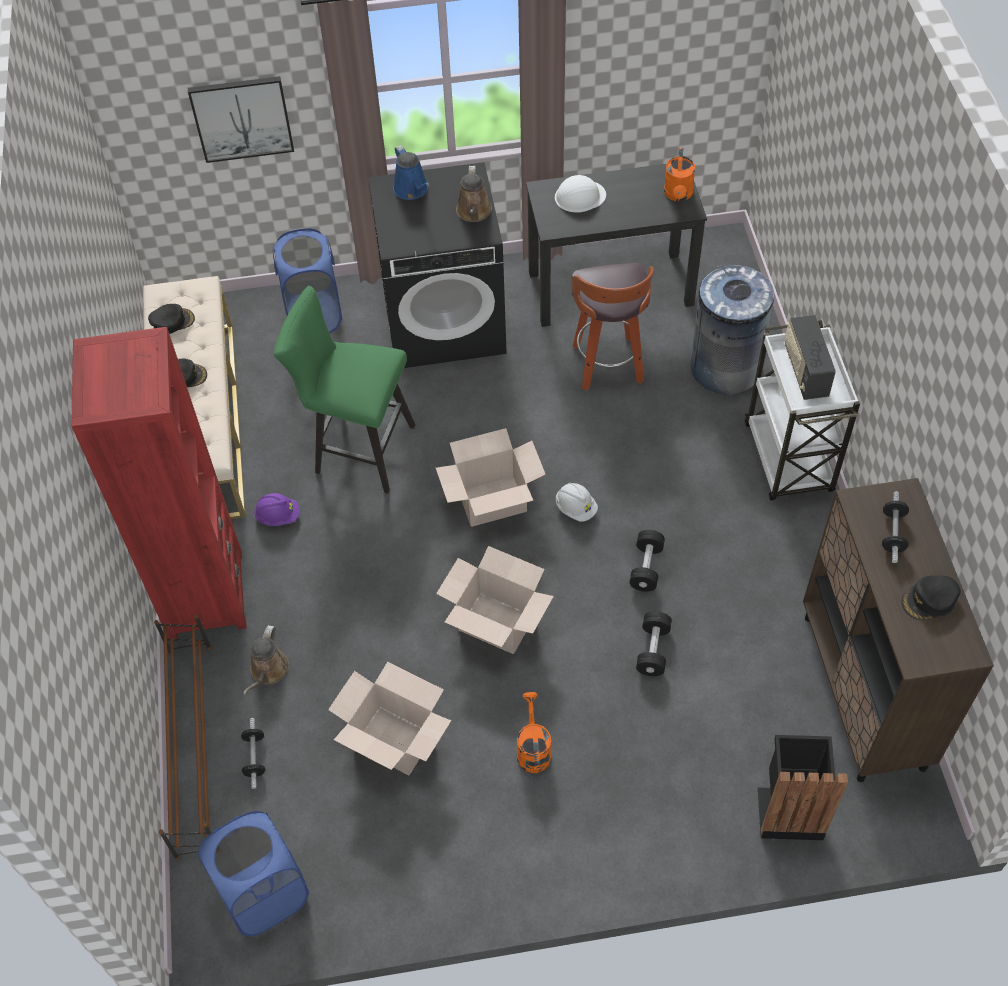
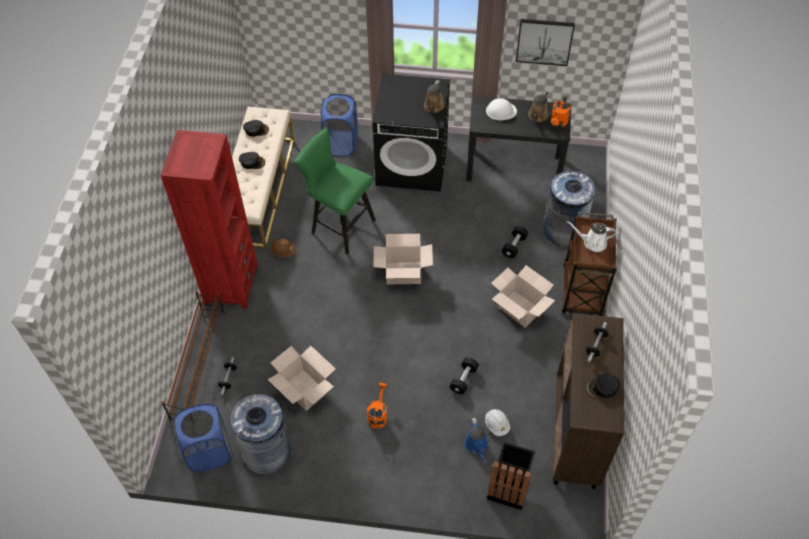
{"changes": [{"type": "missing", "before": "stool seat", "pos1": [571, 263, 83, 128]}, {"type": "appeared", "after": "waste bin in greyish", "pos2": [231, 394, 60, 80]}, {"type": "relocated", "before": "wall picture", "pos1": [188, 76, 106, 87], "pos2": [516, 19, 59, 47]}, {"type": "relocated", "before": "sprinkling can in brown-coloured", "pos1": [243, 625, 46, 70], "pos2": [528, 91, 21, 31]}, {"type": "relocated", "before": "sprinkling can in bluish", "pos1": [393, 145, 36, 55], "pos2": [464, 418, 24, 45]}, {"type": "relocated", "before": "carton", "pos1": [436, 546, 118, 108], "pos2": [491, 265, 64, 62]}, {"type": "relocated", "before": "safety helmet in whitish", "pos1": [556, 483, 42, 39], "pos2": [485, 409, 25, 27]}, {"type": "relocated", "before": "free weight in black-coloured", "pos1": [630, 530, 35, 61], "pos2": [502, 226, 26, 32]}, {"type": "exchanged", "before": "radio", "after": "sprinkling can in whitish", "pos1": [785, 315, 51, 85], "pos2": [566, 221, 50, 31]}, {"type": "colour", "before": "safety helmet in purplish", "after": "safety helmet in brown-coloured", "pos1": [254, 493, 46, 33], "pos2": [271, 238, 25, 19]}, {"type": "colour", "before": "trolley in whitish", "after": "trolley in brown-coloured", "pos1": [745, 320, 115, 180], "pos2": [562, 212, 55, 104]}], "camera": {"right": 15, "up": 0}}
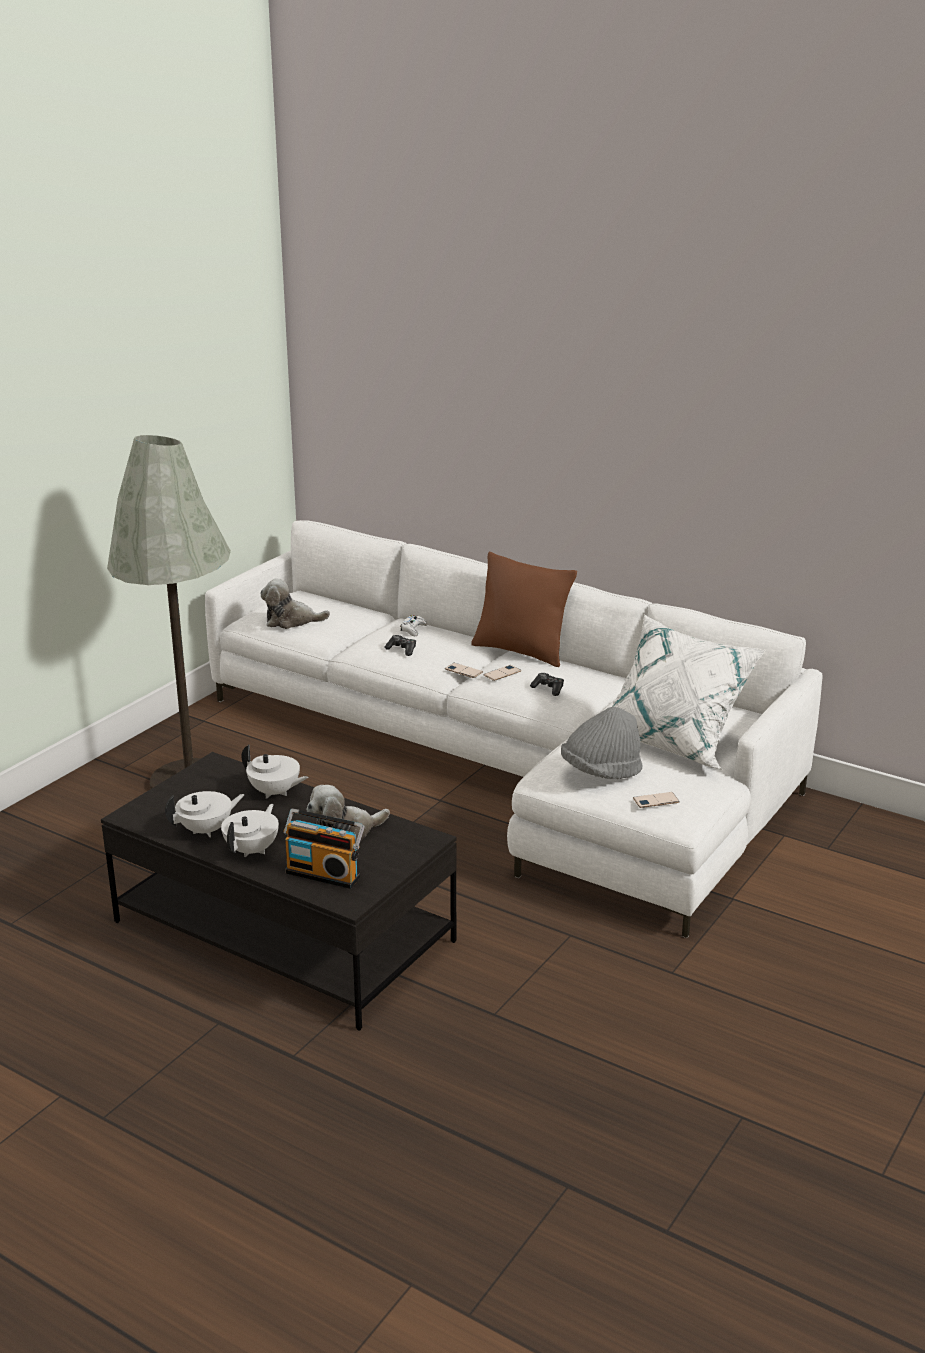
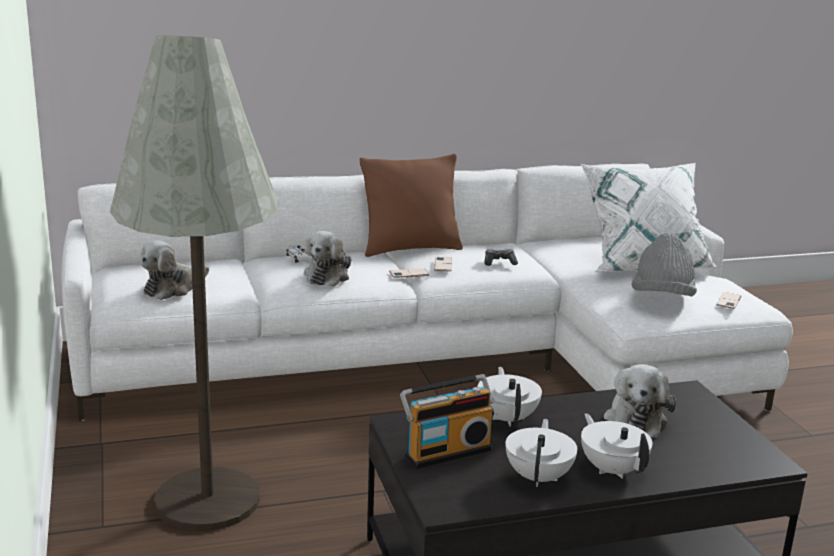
{"changes": [{"type": "relocated", "before": "radio", "pos1": [283, 809, 82, 80], "pos2": [400, 374, 94, 95]}, {"type": "exchanged", "before": "joypad", "after": "cuddly toy", "pos1": [385, 635, 31, 21], "pos2": [304, 231, 48, 56]}, {"type": "spun", "before": "tea pot in whitish", "pos1": [242, 745, 66, 54], "pos2": [477, 367, 65, 59], "turn": -75}], "camera": {"right": -50, "up": -5}}
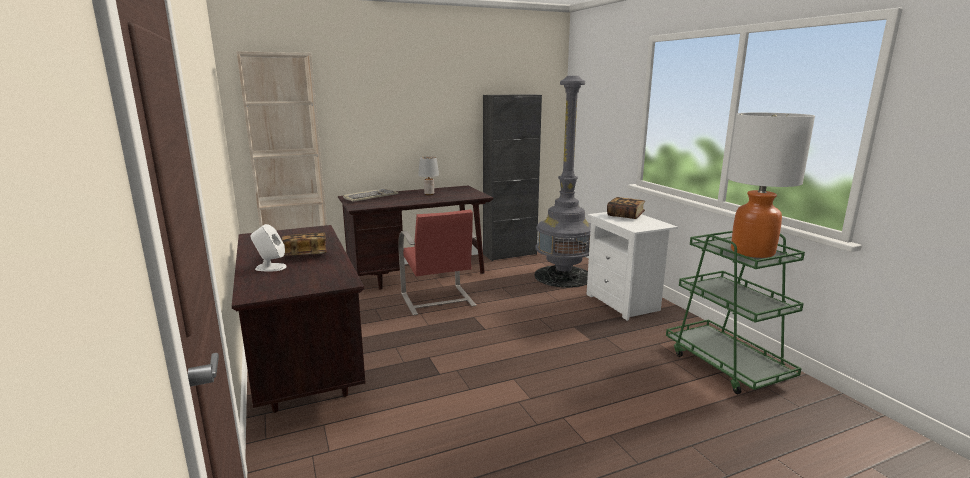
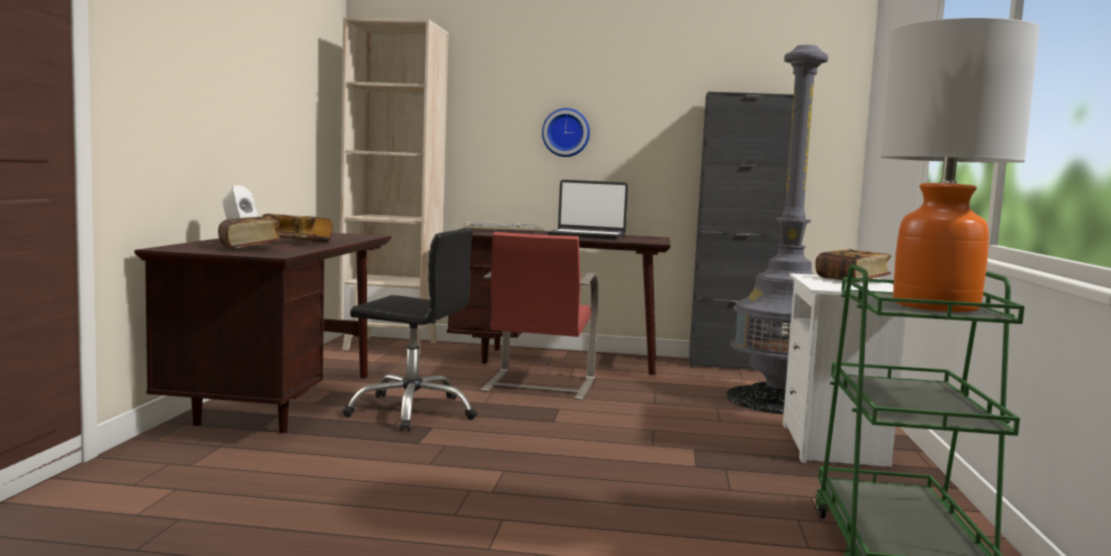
{"changes": [{"type": "appeared", "after": "bound book", "pos2": [218, 216, 64, 33]}, {"type": "appeared", "after": "desk chair in black-coloured", "pos2": [342, 229, 135, 202]}, {"type": "appeared", "after": "wall clock", "pos2": [542, 108, 48, 49]}, {"type": "exchanged", "before": "lamp for a table in greyish", "after": "portable computer", "pos1": [418, 156, 21, 39], "pos2": [547, 180, 81, 60]}], "camera": {"right": 30, "up": -10}}
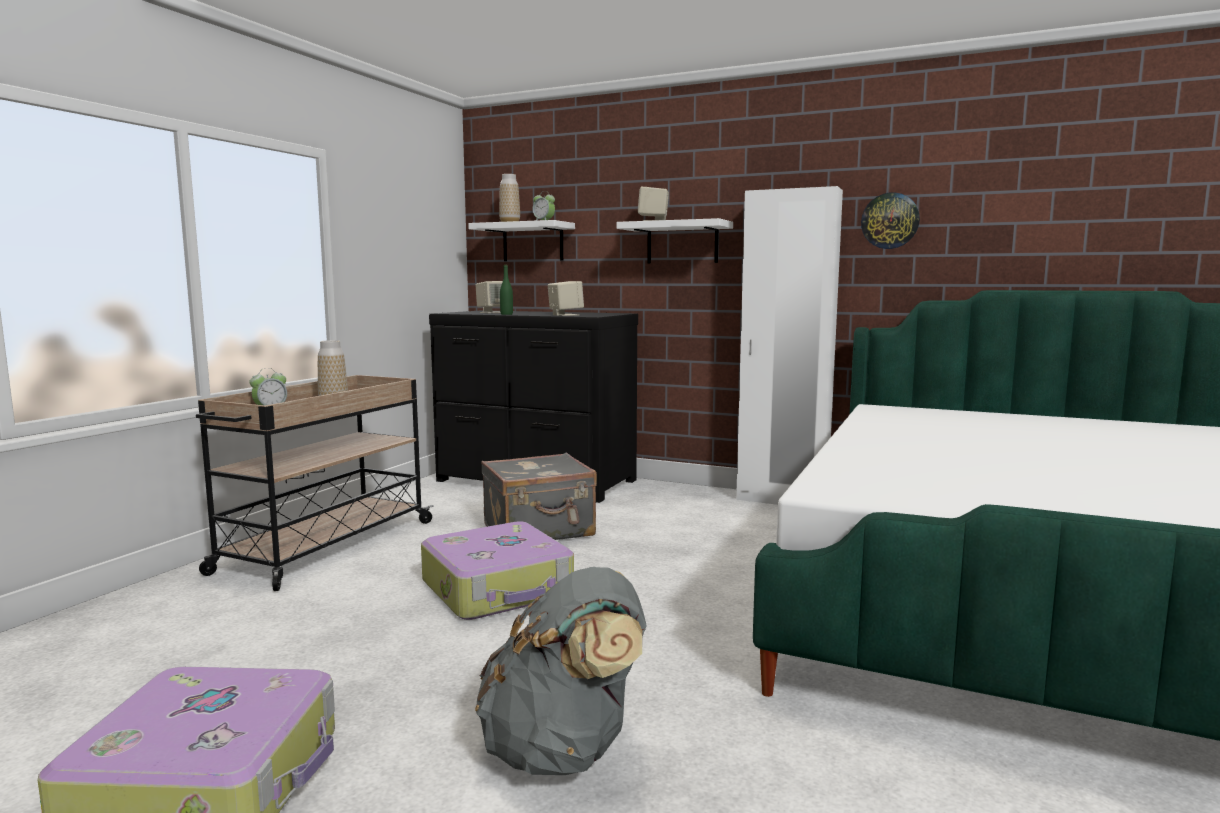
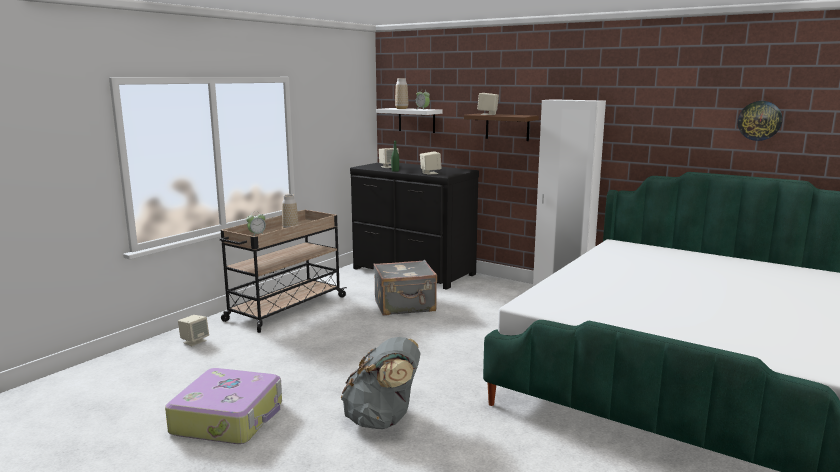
{"changes": [{"type": "missing", "before": "suitcase", "pos1": [421, 521, 153, 99]}, {"type": "appeared", "after": "audio speaker in beige", "pos2": [178, 315, 31, 31]}, {"type": "relocated", "before": "wall clock", "pos1": [861, 192, 59, 57], "pos2": [738, 101, 44, 40]}, {"type": "colour", "before": "bracket shelf in whitish", "after": "bracket shelf in brown-coloured", "pos1": [617, 218, 116, 46], "pos2": [464, 113, 75, 28]}], "camera": {"right": 10, "up": 5}}
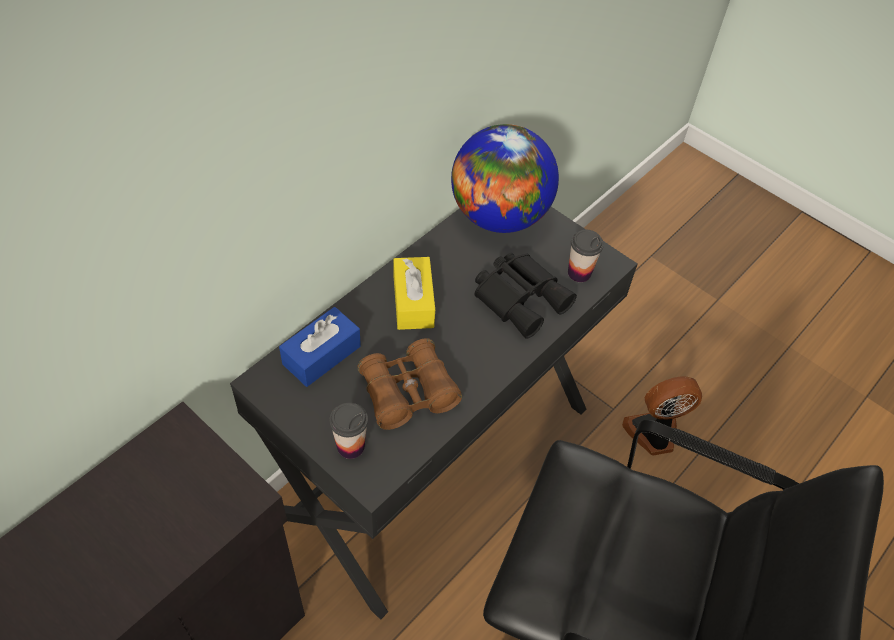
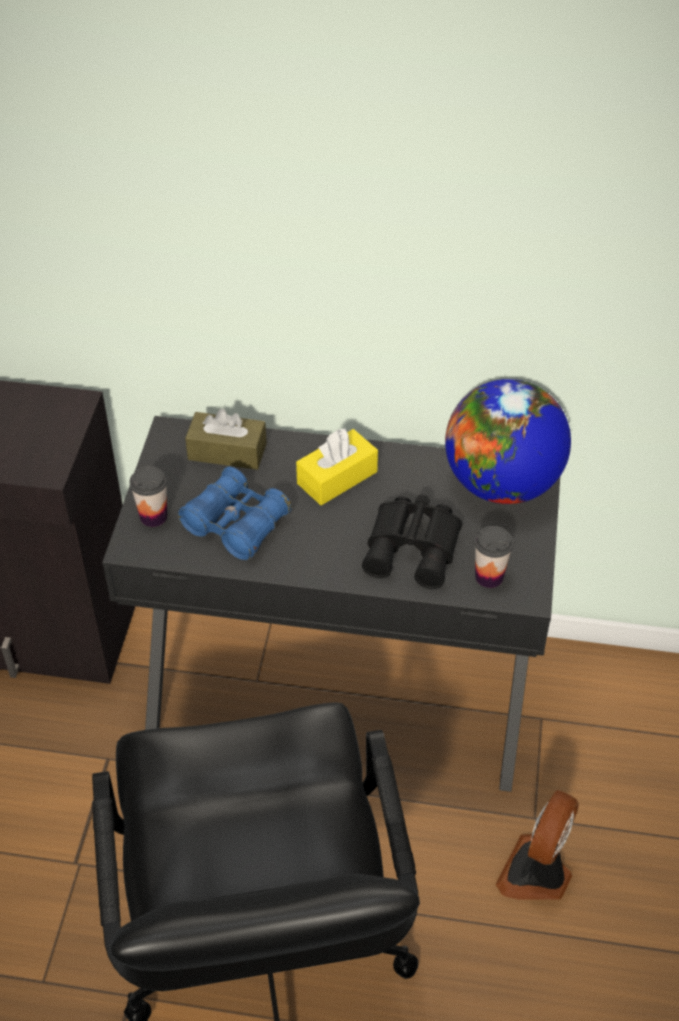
{"changes": [{"type": "colour", "before": "box of tissues in bluish", "after": "box of tissues in brown-coloured", "pos1": [279, 307, 82, 80], "pos2": [185, 409, 82, 61]}, {"type": "colour", "before": "pair of binoculars in brown-coloured", "after": "pair of binoculars in bluish", "pos1": [357, 338, 105, 92], "pos2": [178, 467, 114, 93]}, {"type": "spun", "before": "fan", "pos1": [622, 377, 80, 78], "pos2": [495, 790, 84, 110], "turn": -105}], "camera": {"right": 60, "up": -5}}
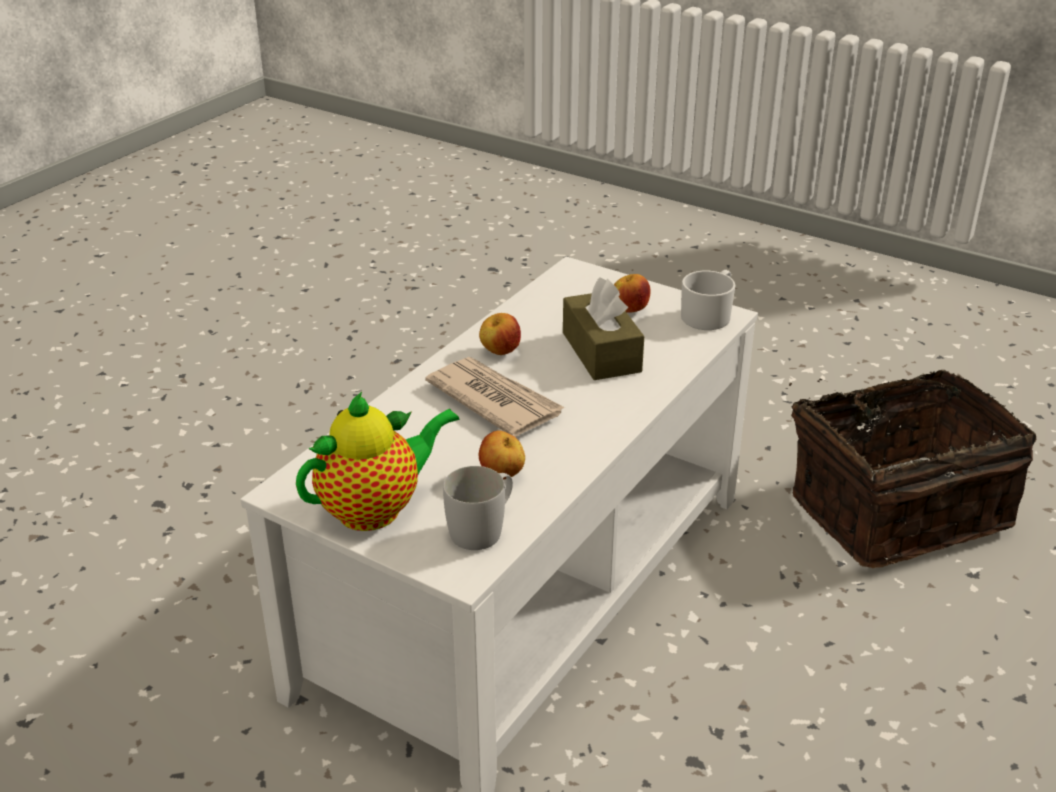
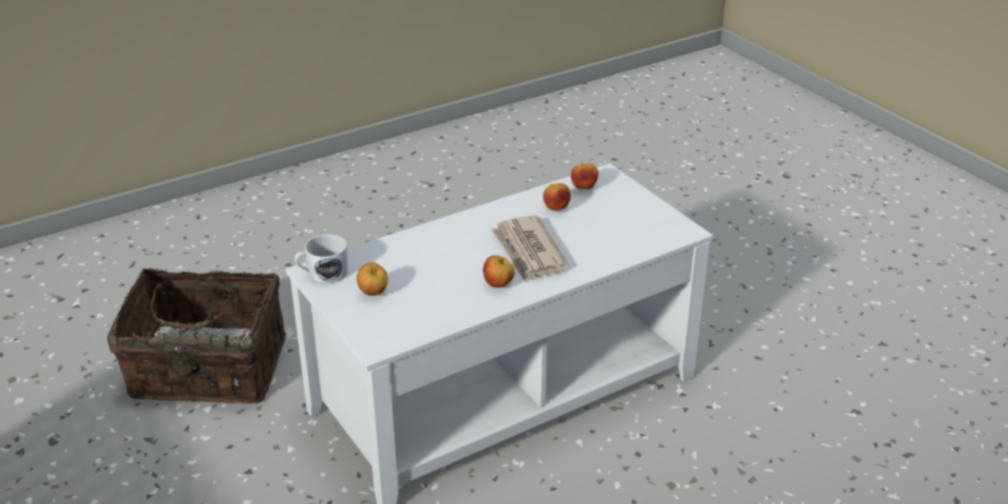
{"changes": [{"type": "missing", "before": "tea pot", "pos1": [296, 392, 163, 139]}, {"type": "missing", "before": "box of tissues in brown-coloured", "pos1": [563, 278, 81, 102]}, {"type": "exchanged", "before": "tea mug in whitish", "after": "whole apple", "pos1": [443, 466, 70, 84], "pos2": [571, 163, 28, 26]}], "camera": {"right": -155, "up": 0}}
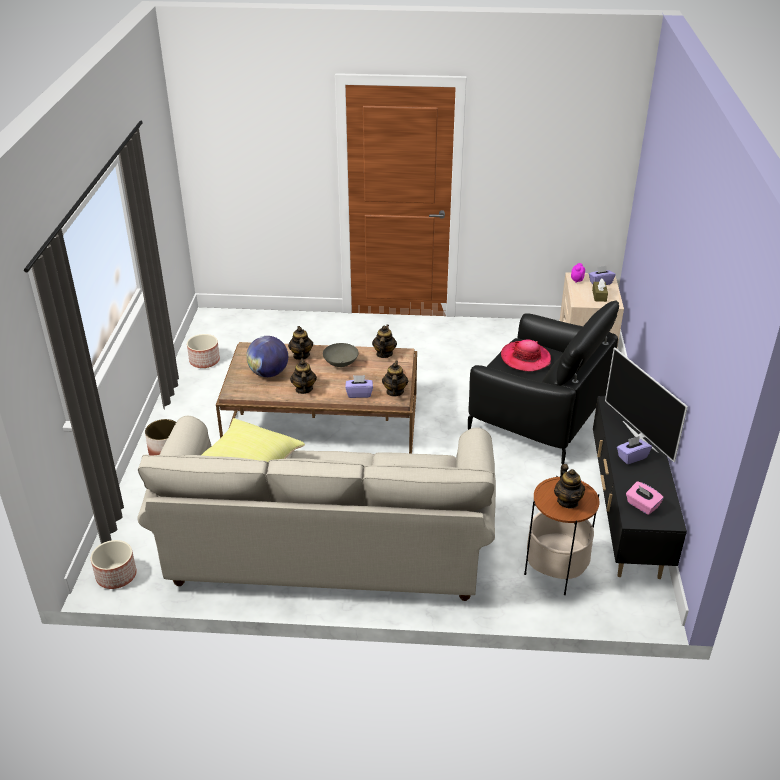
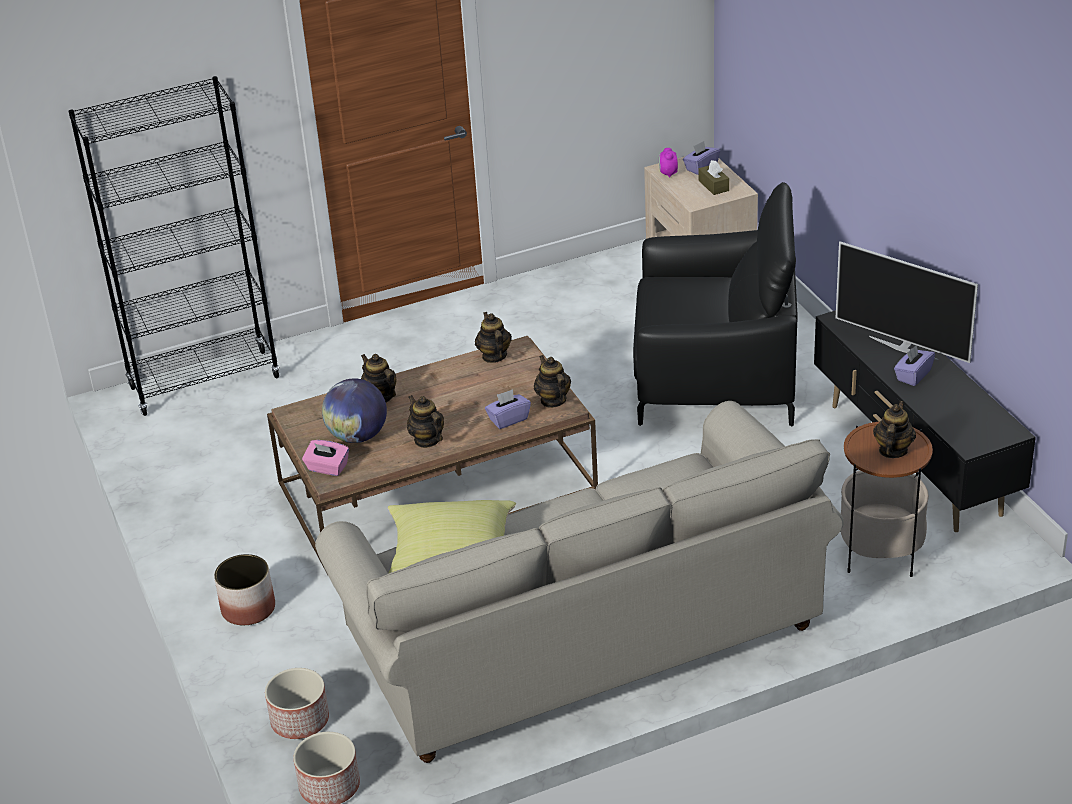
{"changes": [{"type": "missing", "before": "deep dish in greyish", "pos1": [323, 343, 36, 24]}, {"type": "missing", "before": "clothing hat", "pos1": [501, 339, 50, 33]}, {"type": "appeared", "after": "shelving unit in black-coloured", "pos2": [69, 76, 212, 340]}, {"type": "relocated", "before": "planter", "pos1": [187, 334, 33, 34], "pos2": [265, 668, 64, 71]}, {"type": "relocated", "before": "box of tissues in pinkish", "pos1": [626, 481, 38, 34], "pos2": [302, 440, 47, 36]}, {"type": "spun", "before": "tea pot", "pos1": [554, 464, 31, 45], "pos2": [873, 401, 43, 57], "turn": -120}], "camera": {"right": -25, "up": 0}}
